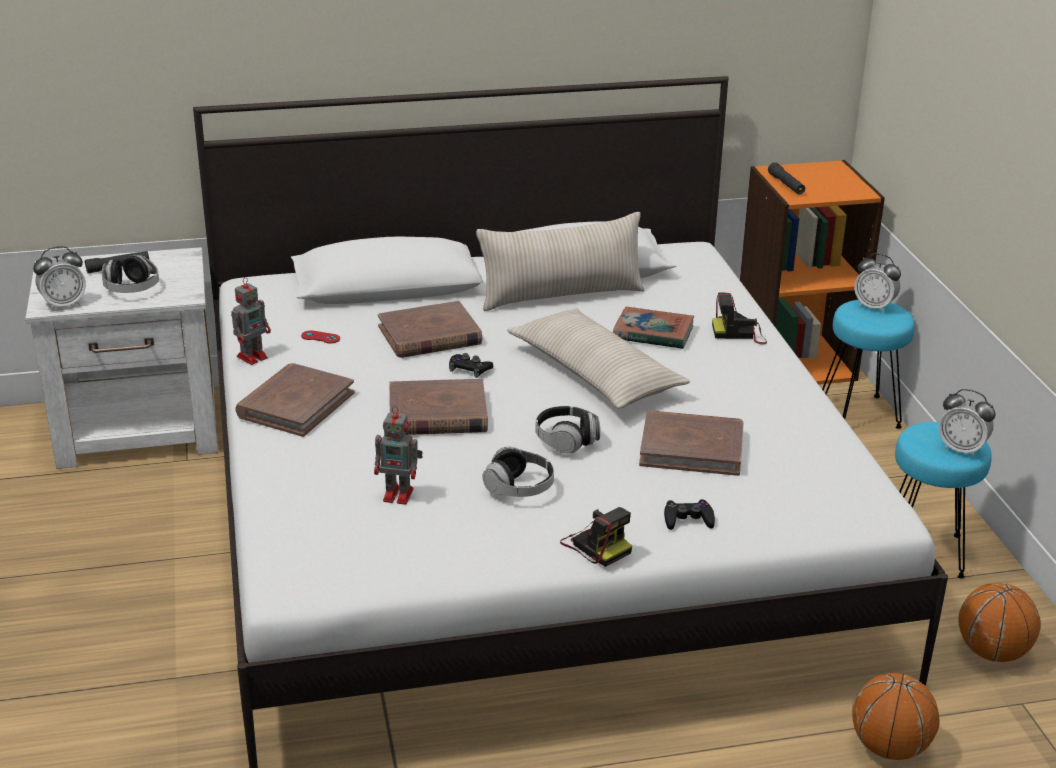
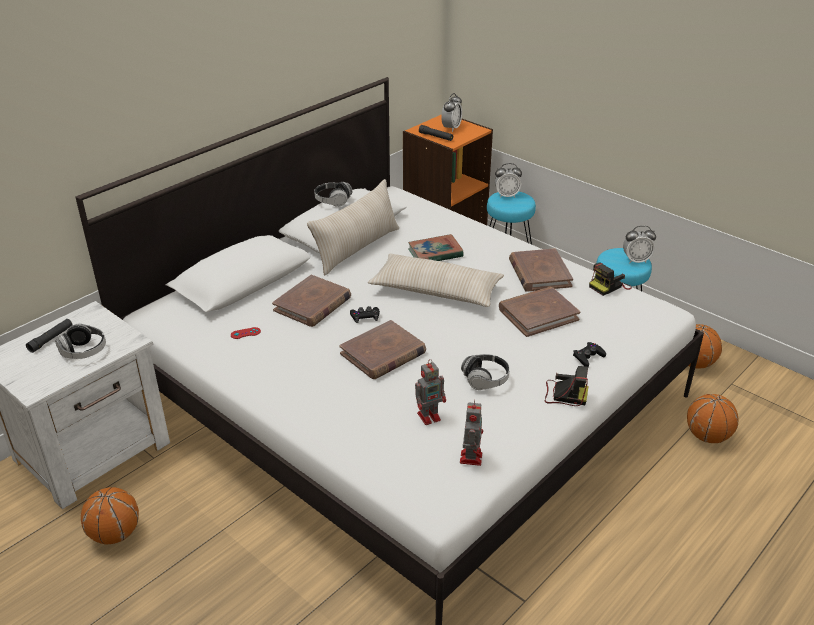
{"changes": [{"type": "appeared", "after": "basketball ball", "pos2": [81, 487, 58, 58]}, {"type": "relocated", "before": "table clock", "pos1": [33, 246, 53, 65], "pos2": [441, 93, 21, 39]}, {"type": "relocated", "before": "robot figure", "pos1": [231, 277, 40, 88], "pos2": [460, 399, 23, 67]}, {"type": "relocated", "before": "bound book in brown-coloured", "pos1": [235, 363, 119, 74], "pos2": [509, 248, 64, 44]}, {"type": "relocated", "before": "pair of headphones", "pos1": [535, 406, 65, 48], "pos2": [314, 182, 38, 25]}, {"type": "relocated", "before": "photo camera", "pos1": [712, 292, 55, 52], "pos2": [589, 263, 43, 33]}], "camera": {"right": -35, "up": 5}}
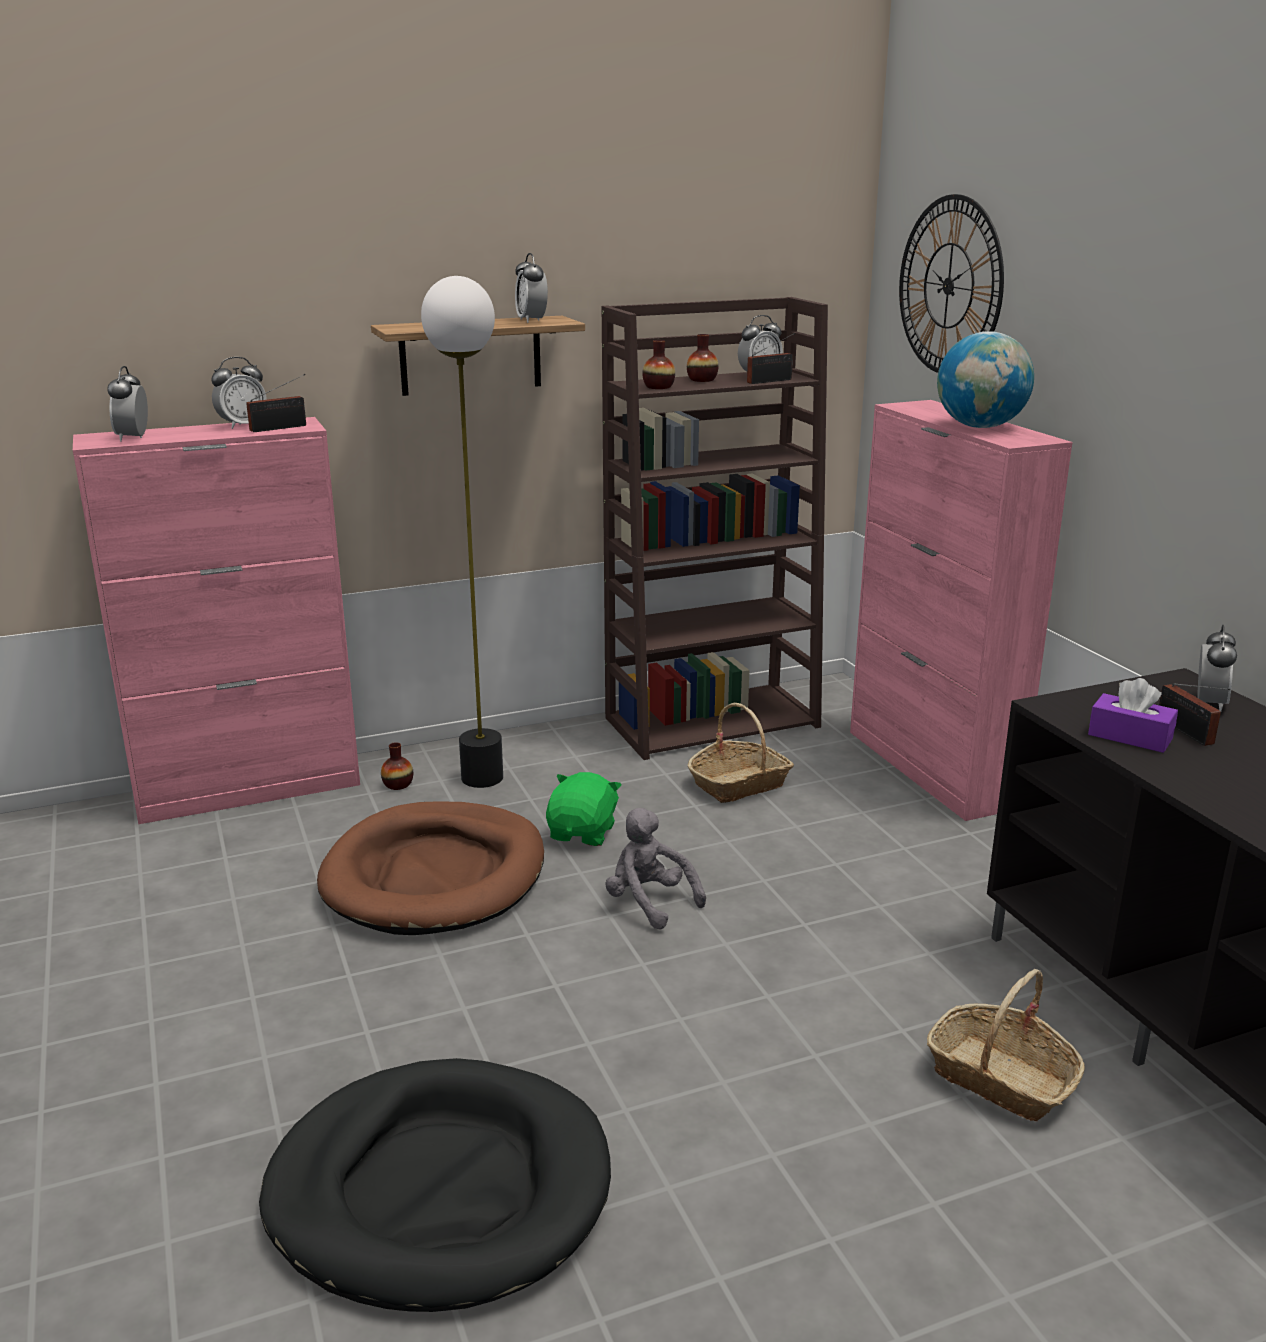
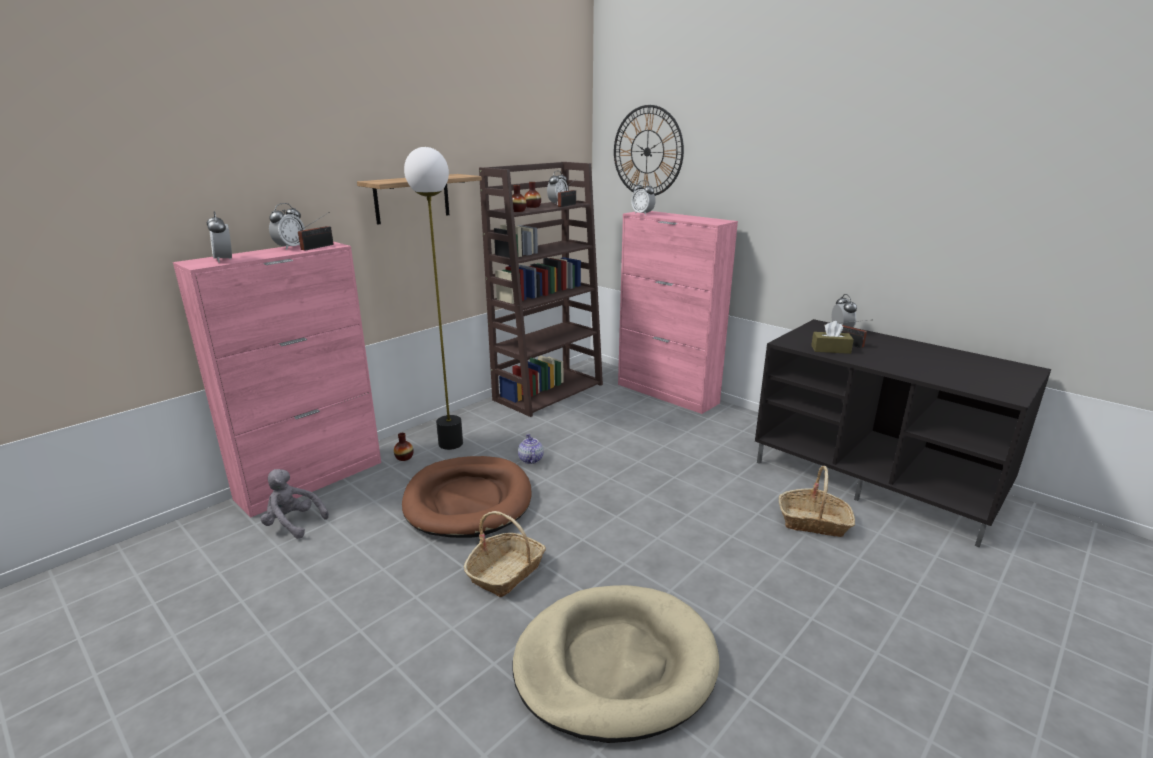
{"changes": [{"type": "missing", "before": "world globe", "pos1": [937, 331, 97, 97]}, {"type": "relocated", "before": "table clock", "pos1": [515, 253, 33, 70], "pos2": [631, 180, 25, 35]}, {"type": "relocated", "before": "cuddly toy in greyish", "pos1": [606, 808, 100, 122], "pos2": [261, 469, 68, 70]}, {"type": "relocated", "before": "household basket", "pos1": [688, 703, 106, 100], "pos2": [464, 511, 82, 86]}, {"type": "exchanged", "before": "cuddly toy in green", "after": "tea pot", "pos1": [546, 772, 75, 74], "pos2": [518, 434, 26, 30]}, {"type": "colour", "before": "pet bed in black-coloured", "after": "pet bed in beige", "pos1": [259, 1058, 352, 254], "pos2": [512, 585, 207, 158]}, {"type": "colour", "before": "box of tissues in purplish", "after": "box of tissues in brown-coloured", "pos1": [1088, 678, 90, 75], "pos2": [811, 321, 43, 33]}], "camera": {"right": -25, "up": 0}}
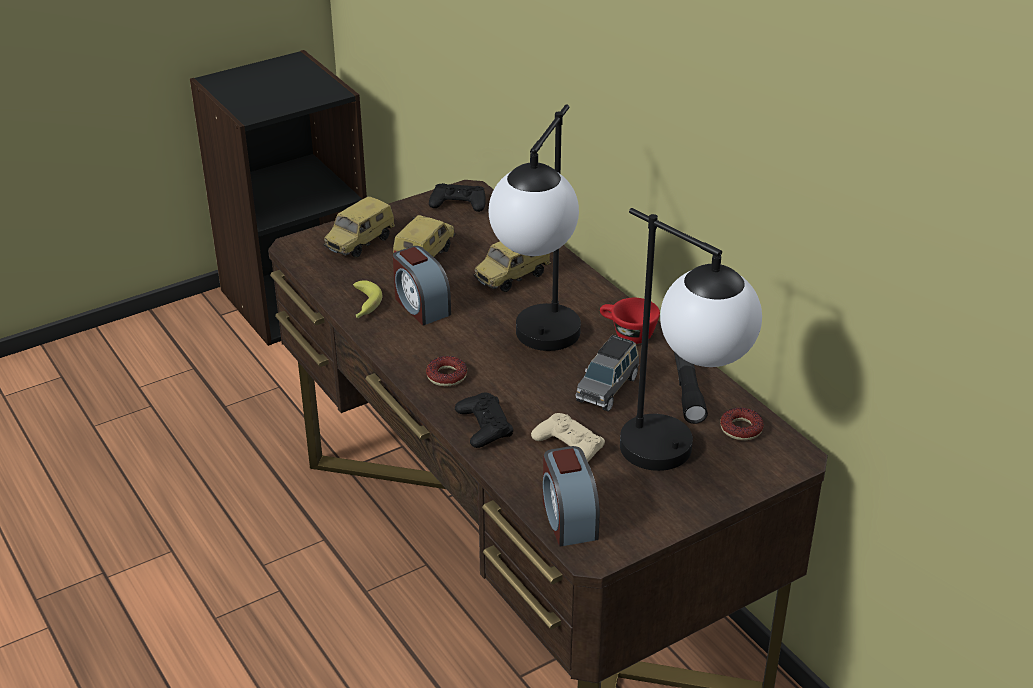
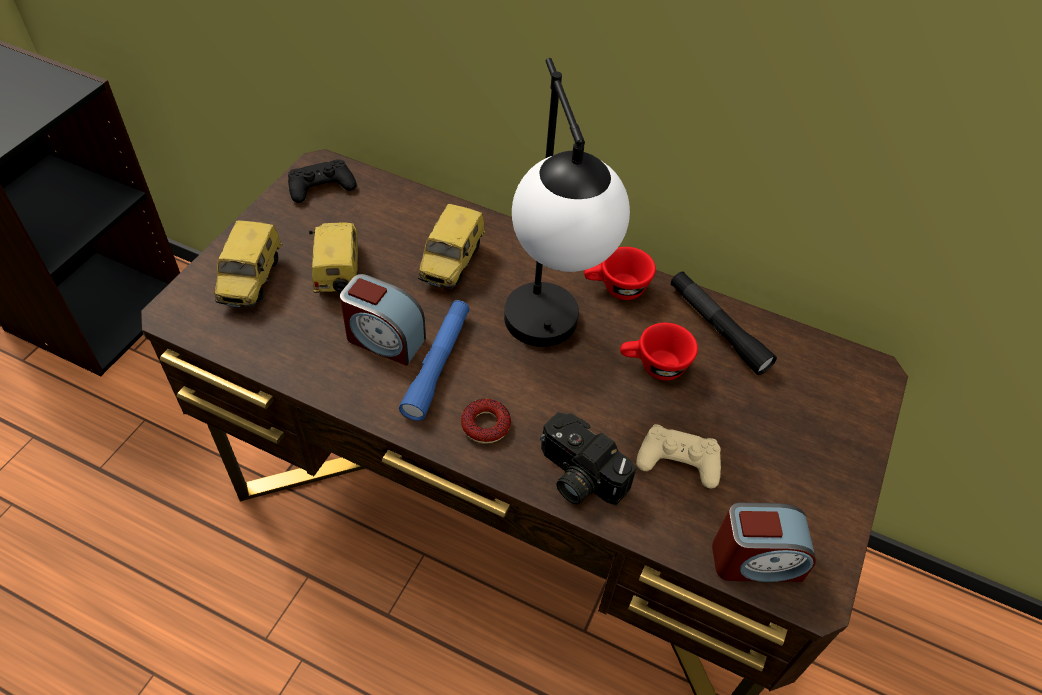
{"changes": [{"type": "missing", "before": "whole banana", "pos1": [353, 280, 30, 38]}, {"type": "missing", "before": "lamp for a table", "pos1": [620, 208, 142, 263]}, {"type": "missing", "before": "doughnut", "pos1": [720, 407, 44, 34]}, {"type": "appeared", "after": "hand torch in bluish", "pos2": [399, 300, 71, 121]}, {"type": "exchanged", "before": "joypad in black-coloured", "after": "photo camera", "pos1": [455, 393, 58, 55], "pos2": [540, 412, 96, 93]}, {"type": "exchanged", "before": "toy car in greyish", "after": "small cup in reddish", "pos1": [575, 335, 64, 76], "pos2": [620, 323, 78, 57]}, {"type": "spun", "before": "table clock", "pos1": [543, 446, 57, 101], "pos2": [712, 503, 104, 79], "turn": -45}], "camera": {"right": -35, "up": 15}}
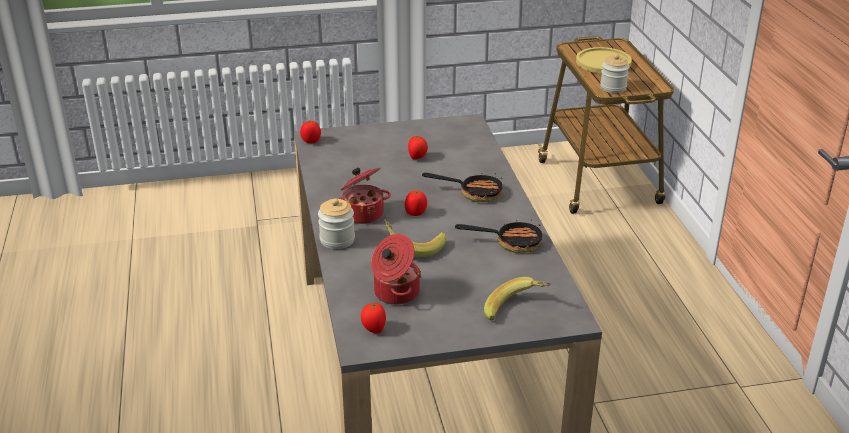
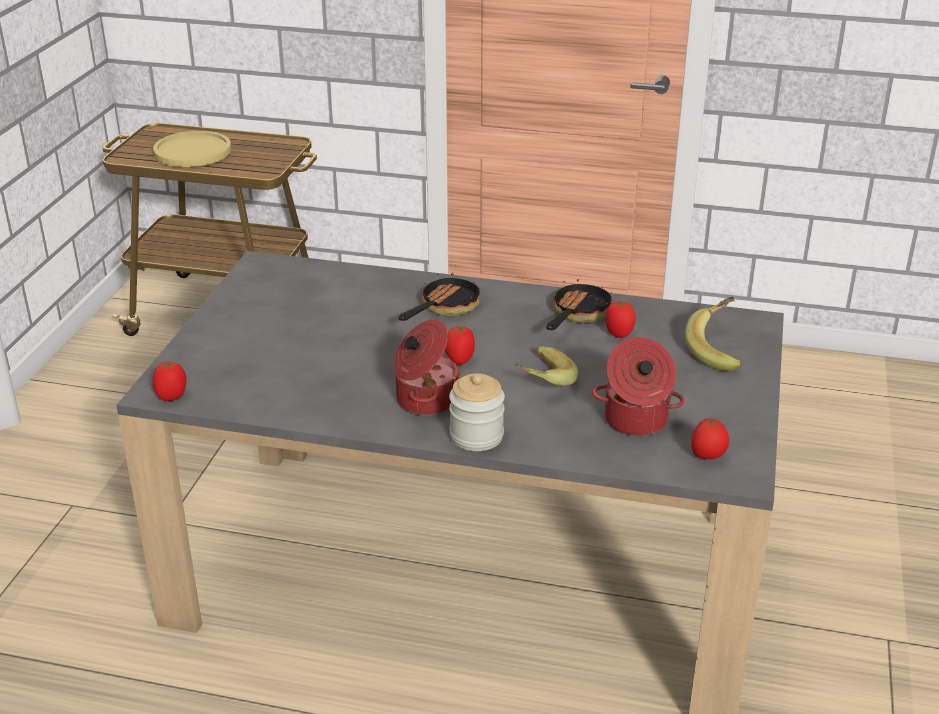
{"changes": [{"type": "missing", "before": "preserve jar", "pos1": [600, 54, 29, 39]}, {"type": "relocated", "before": "fresh tomato", "pos1": [408, 136, 20, 23], "pos2": [605, 301, 31, 37]}], "camera": {"right": -65, "up": 0}}
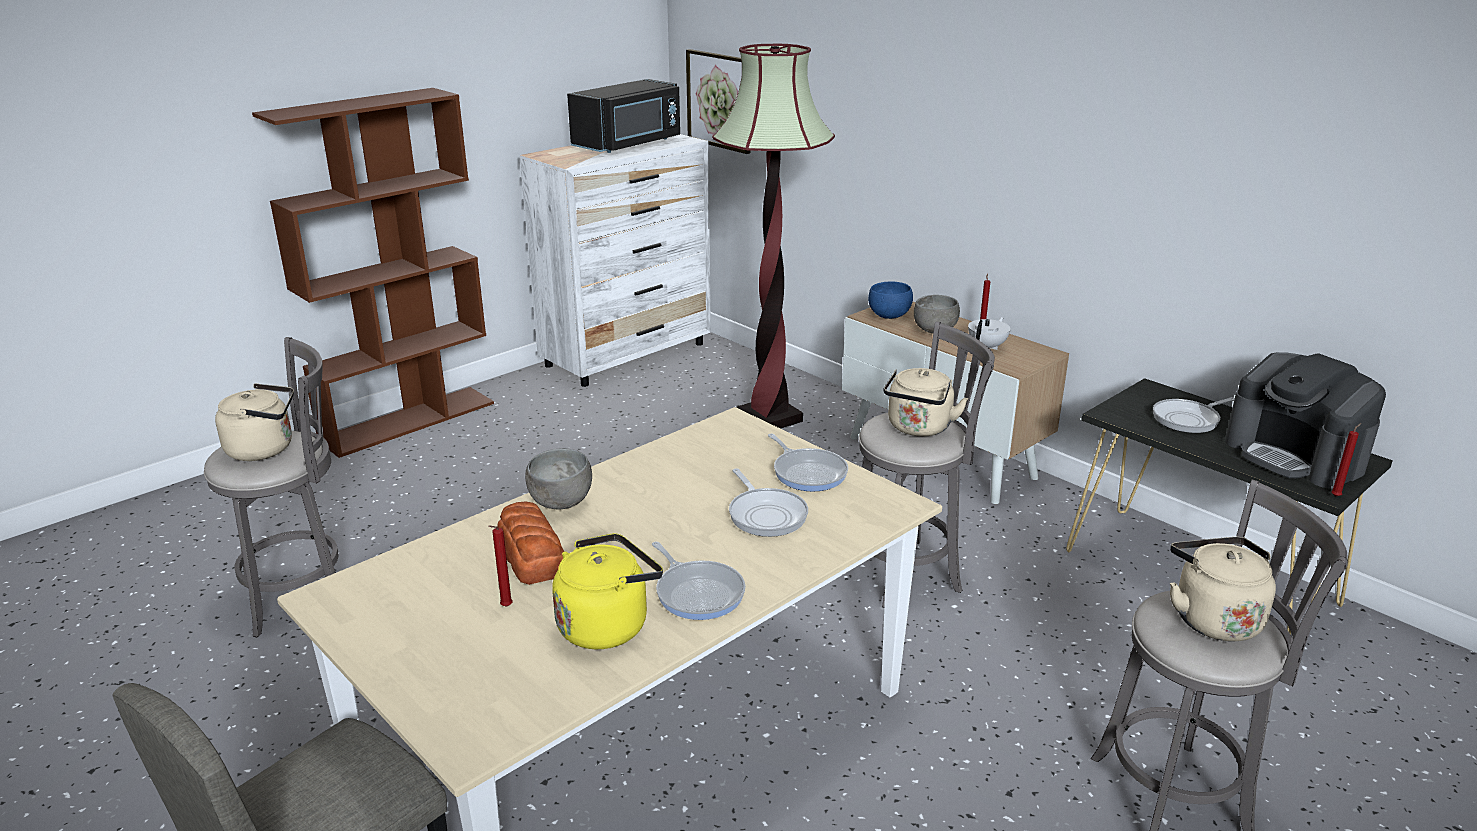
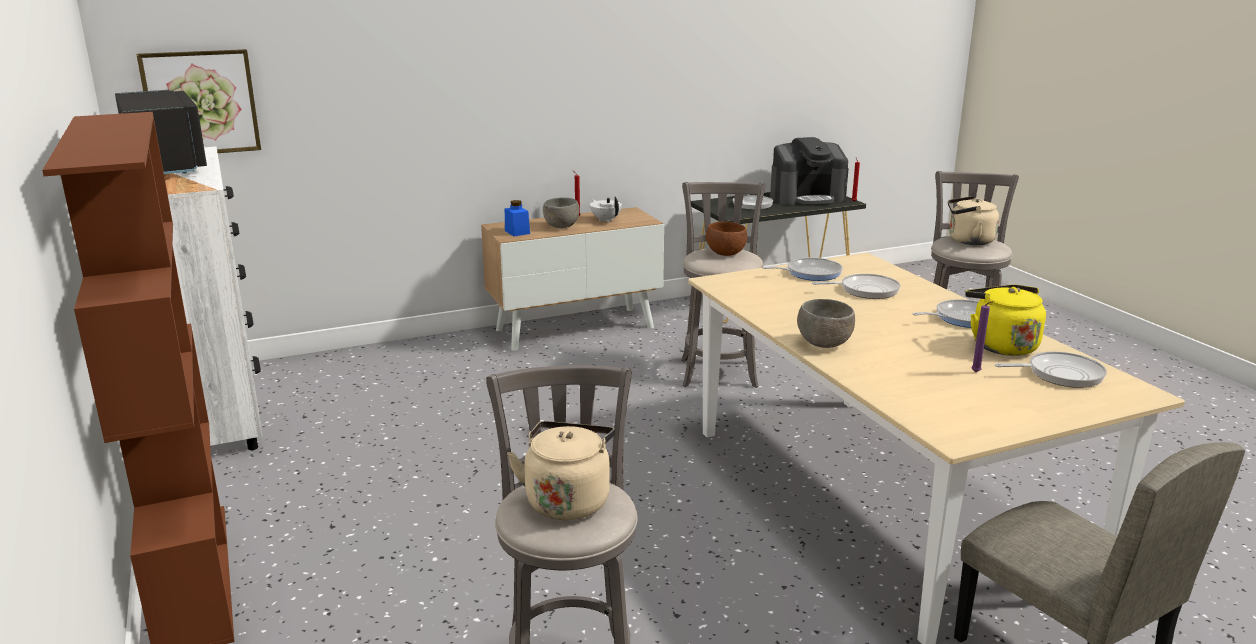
{"changes": [{"type": "missing", "before": "bakery bread", "pos1": [497, 502, 67, 83]}, {"type": "missing", "before": "floor lamp", "pos1": [712, 44, 123, 385]}, {"type": "appeared", "after": "skillet", "pos2": [995, 351, 112, 37]}, {"type": "exchanged", "before": "deep dish in bluish", "after": "preserve jar in bluish", "pos1": [868, 282, 45, 37], "pos2": [505, 200, 25, 36]}, {"type": "exchanged", "before": "water kettle in beige", "after": "deep dish in brown-coloured", "pos1": [883, 368, 85, 68], "pos2": [706, 222, 41, 34]}, {"type": "colour", "before": "wax light in reddish", "after": "wax light in purplish", "pos1": [488, 525, 25, 82], "pos2": [971, 301, 23, 71]}], "camera": {"right": -70, "up": -5}}
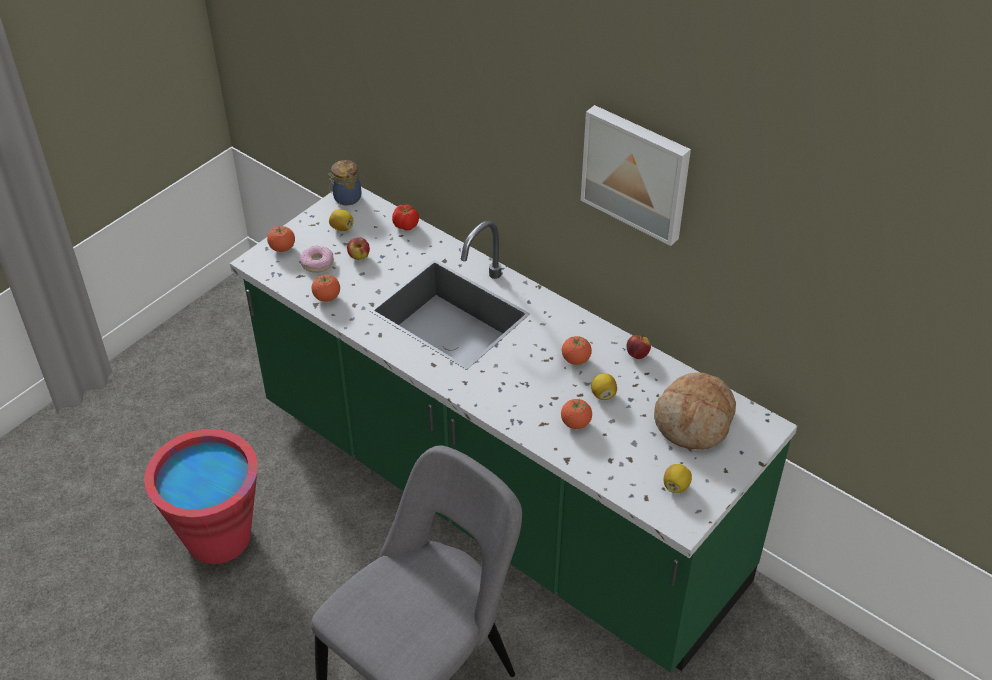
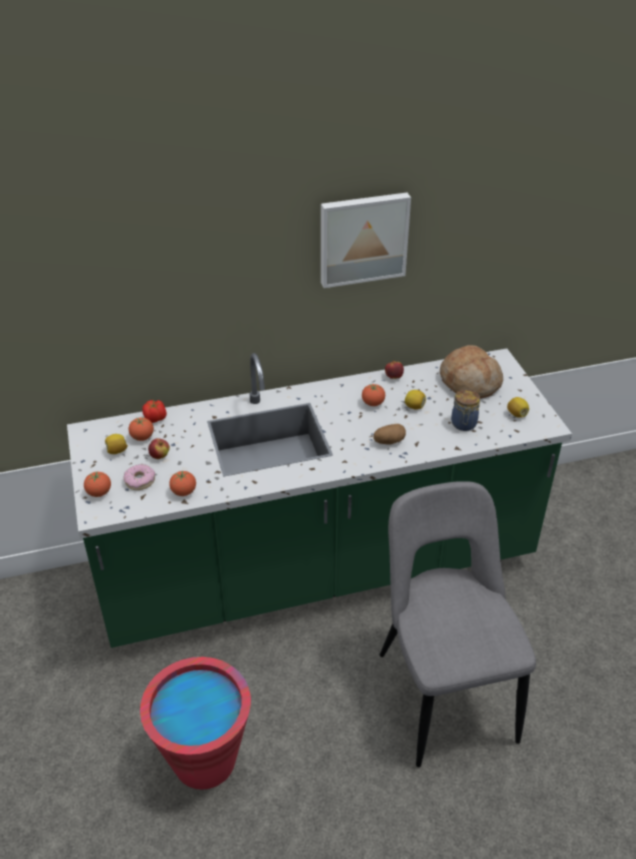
{"changes": [{"type": "appeared", "after": "spud", "pos2": [373, 424, 33, 21]}, {"type": "relocated", "before": "preserve jar", "pos1": [328, 160, 33, 45], "pos2": [451, 389, 29, 42]}, {"type": "relocated", "before": "fresh tomato", "pos1": [561, 399, 31, 30], "pos2": [129, 417, 25, 24]}], "camera": {"right": -55, "up": -5}}
